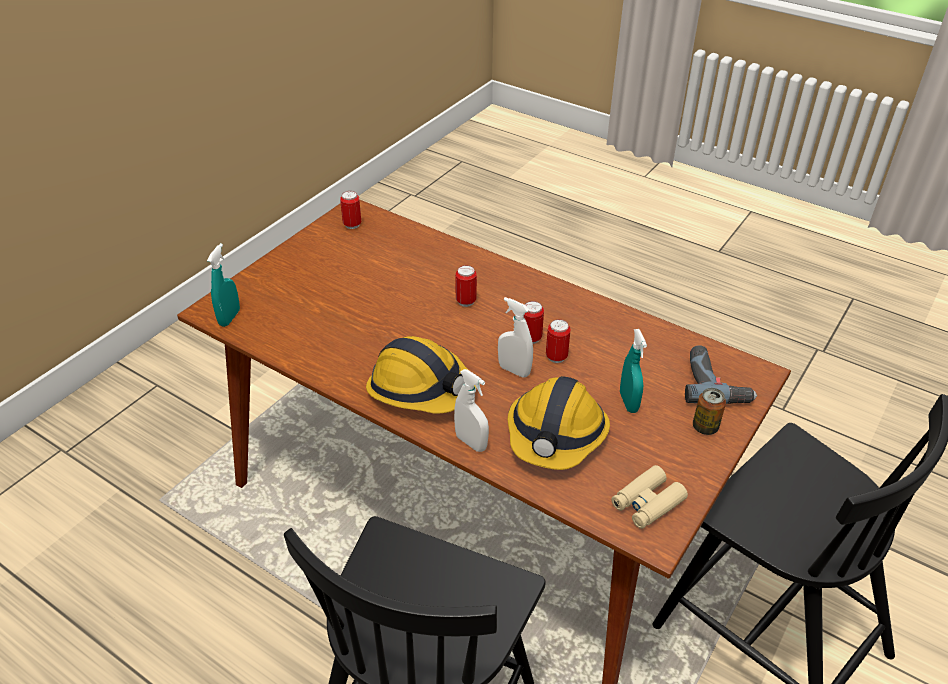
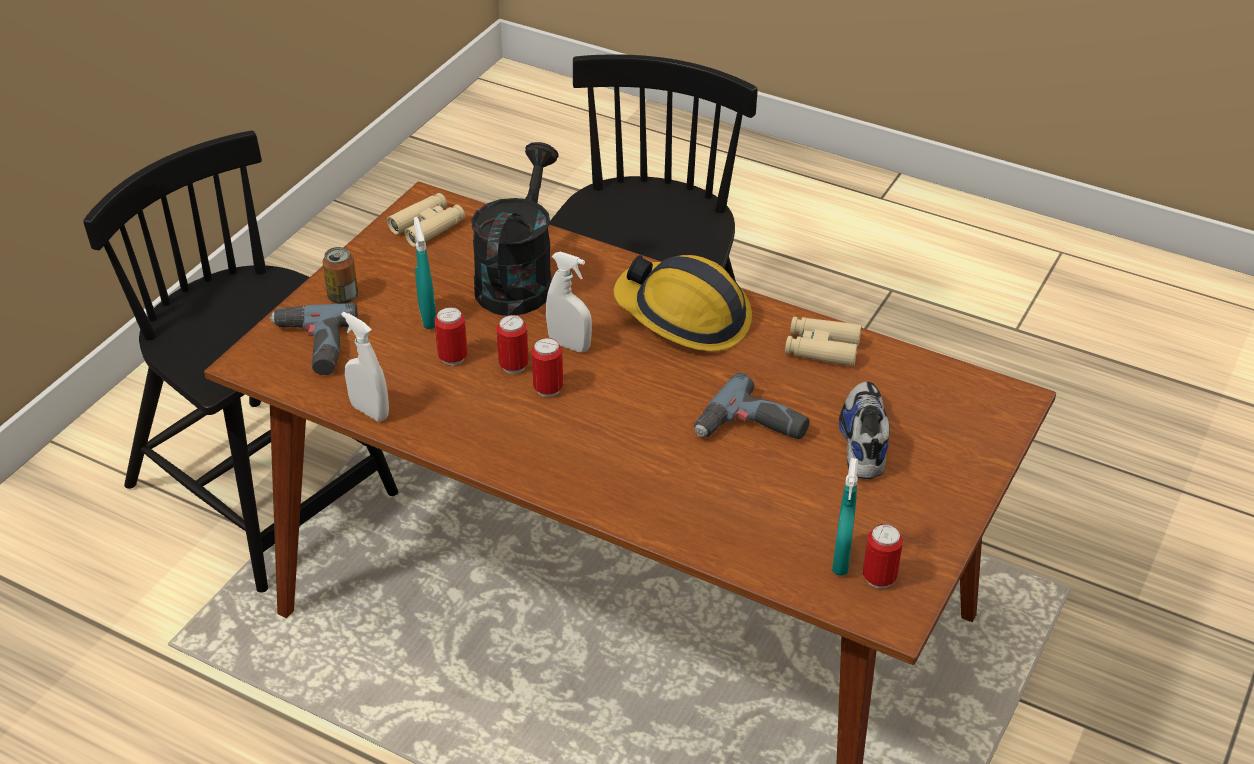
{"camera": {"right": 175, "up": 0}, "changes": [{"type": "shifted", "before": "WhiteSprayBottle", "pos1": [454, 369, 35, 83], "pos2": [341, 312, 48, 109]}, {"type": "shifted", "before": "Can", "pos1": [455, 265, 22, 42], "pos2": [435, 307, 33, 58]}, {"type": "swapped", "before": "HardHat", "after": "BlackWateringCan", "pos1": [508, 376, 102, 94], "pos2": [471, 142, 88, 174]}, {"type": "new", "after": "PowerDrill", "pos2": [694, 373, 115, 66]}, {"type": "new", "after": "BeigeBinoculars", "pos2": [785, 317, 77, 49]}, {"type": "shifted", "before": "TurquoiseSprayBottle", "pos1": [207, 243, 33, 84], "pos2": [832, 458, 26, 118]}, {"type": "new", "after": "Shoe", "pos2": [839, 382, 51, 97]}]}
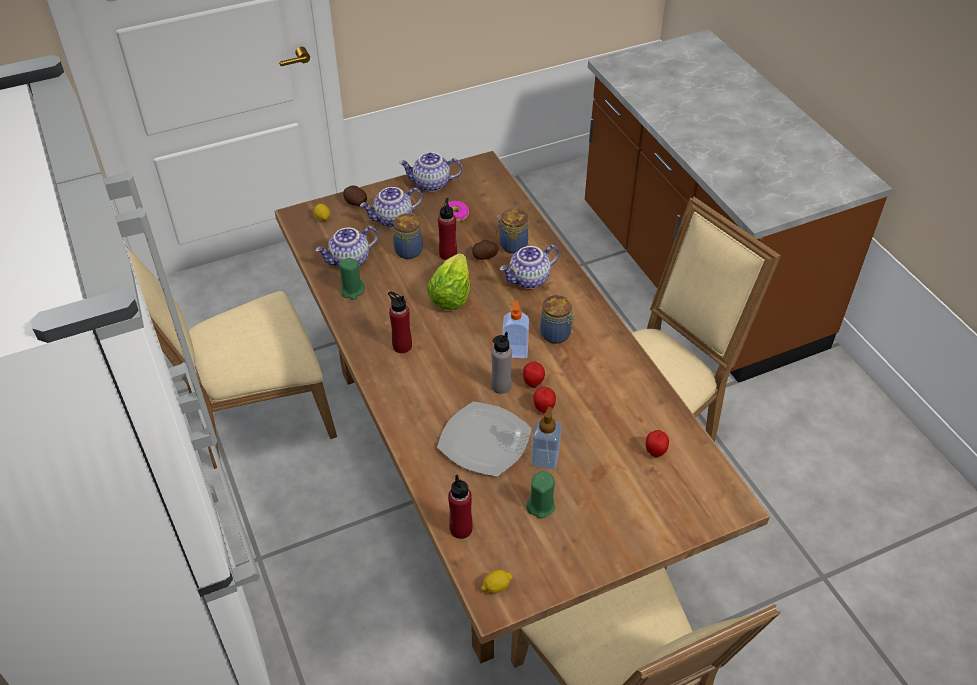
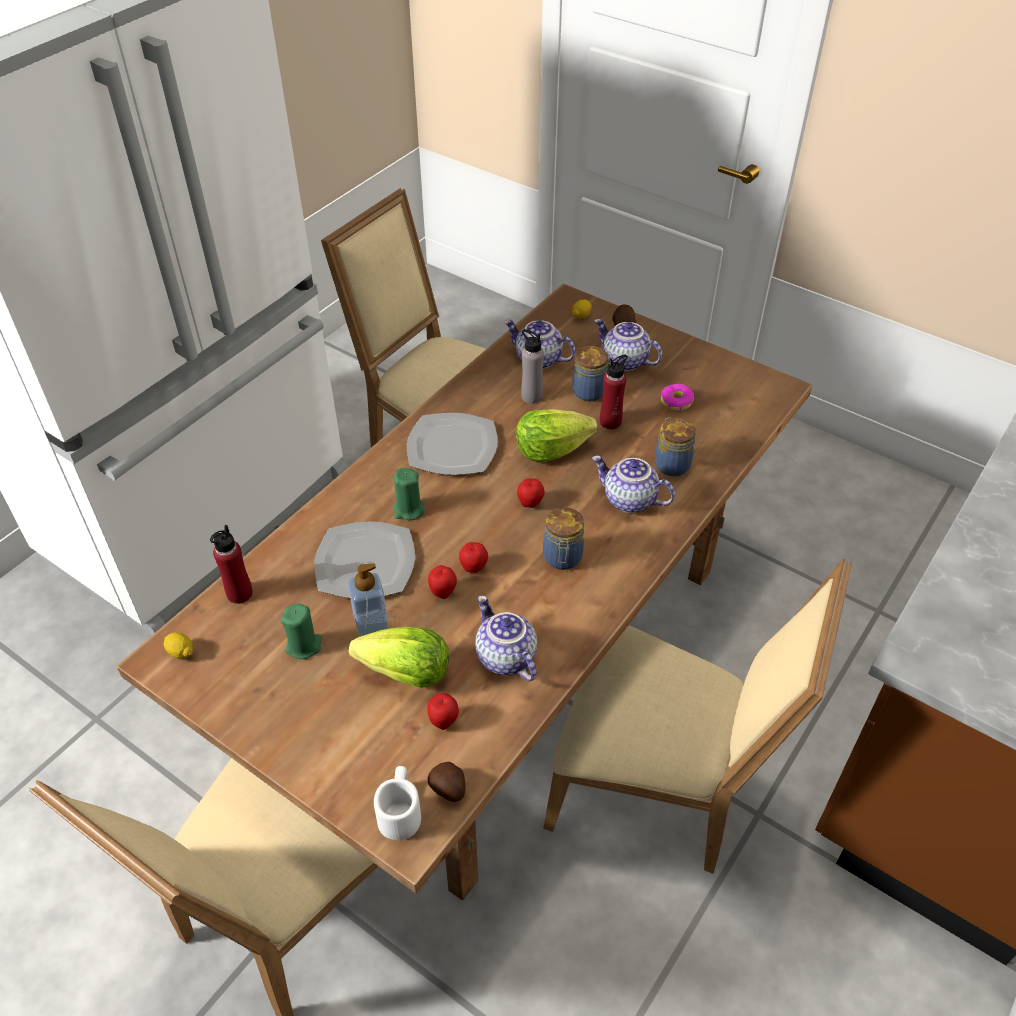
{"camera": {"right": 60, "up": 0}, "changes": [{"type": "new", "after": "Lettuce", "pos2": [349, 627, 100, 61]}, {"type": "new", "after": "WhiteMug", "pos2": [374, 766, 47, 74]}, {"type": "shifted", "before": "GreenCandle", "pos1": [339, 258, 26, 42], "pos2": [393, 468, 32, 52]}, {"type": "swapped", "before": "RedBottle", "after": "Plate", "pos1": [388, 292, 24, 61], "pos2": [407, 413, 91, 62]}, {"type": "shifted", "before": "Potato", "pos1": [472, 240, 26, 20], "pos2": [427, 762, 39, 40]}, {"type": "shifted", "before": "Teapot", "pos1": [399, 152, 64, 40], "pos2": [475, 595, 62, 86]}, {"type": "new", "after": "Apple", "pos2": [517, 478, 28, 30]}, {"type": "shifted", "before": "GreyBottle", "pos1": [491, 332, 21, 62], "pos2": [521, 329, 23, 75]}, {"type": "gone", "before": "SoapDispenser", "pos1": [503, 300, 26, 58]}]}
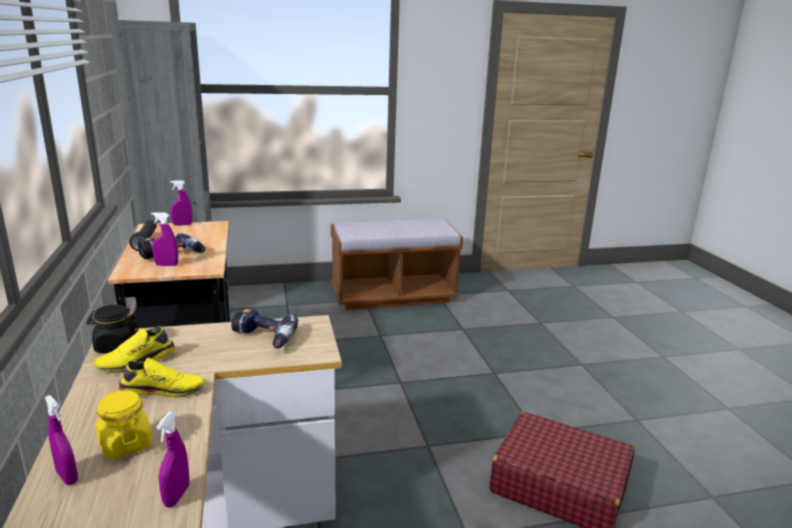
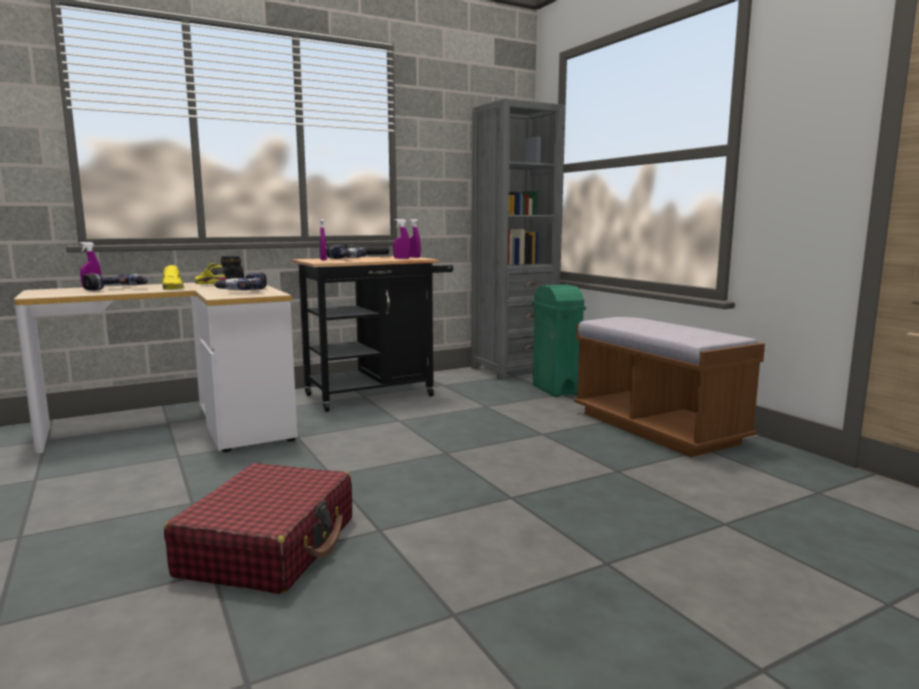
{"camera": {"right": 75, "up": -10}, "changes": [{"type": "swapped", "before": "YellowJar", "after": "PowerDrill", "pos1": [95, 390, 58, 70], "pos2": [83, 273, 65, 18]}, {"type": "shifted", "before": "PurpleSprayBottle", "pos1": [156, 412, 33, 95], "pos2": [393, 219, 17, 40]}, {"type": "new", "after": "GreenTrashCan", "pos2": [532, 285, 54, 112]}]}
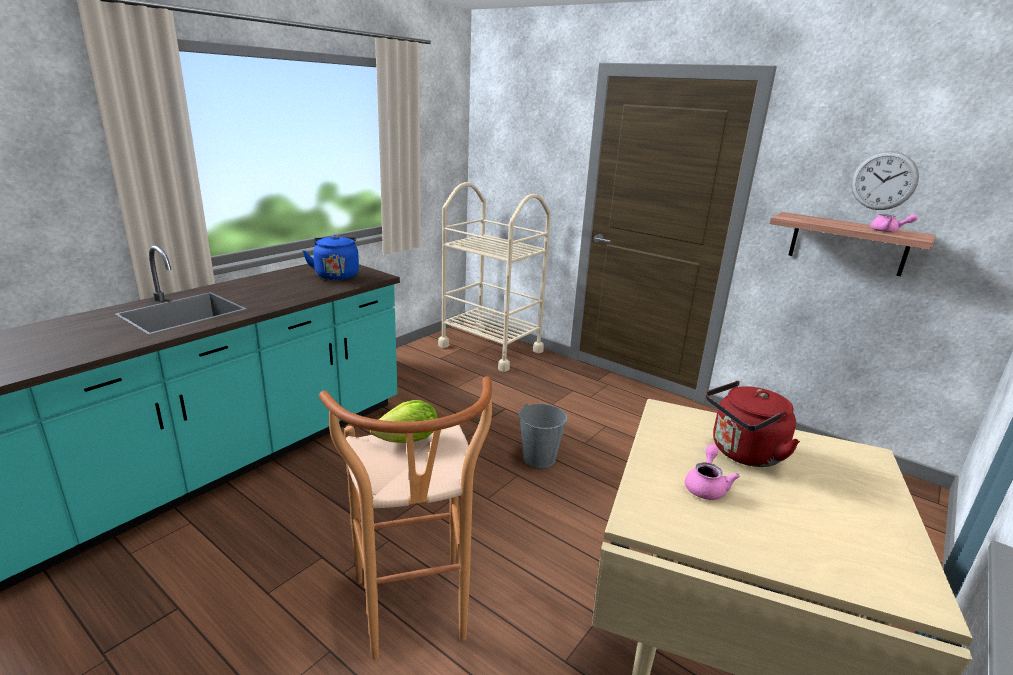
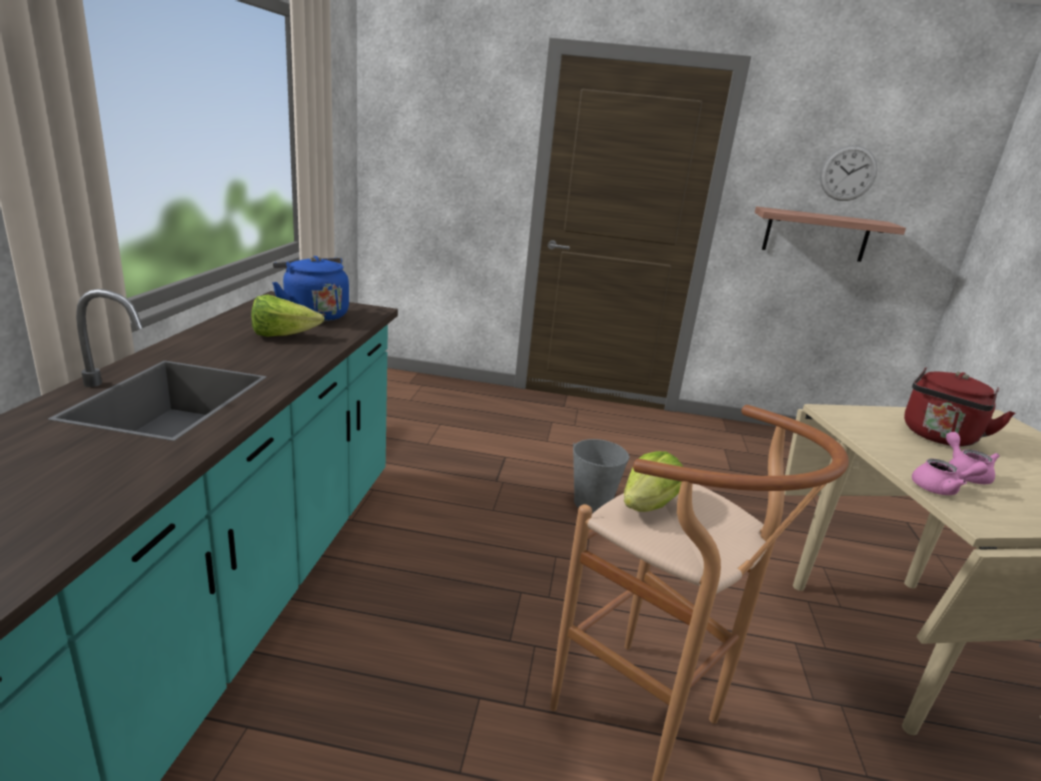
{"camera": {"right": -30, "up": 0}, "changes": [{"type": "new", "after": "Lettuce", "pos2": [251, 295, 74, 42]}, {"type": "shifted", "before": "PinkTeapot", "pos1": [870, 214, 48, 18], "pos2": [912, 459, 76, 36]}, {"type": "gone", "before": "BeigeCart", "pos1": [438, 182, 113, 190]}]}
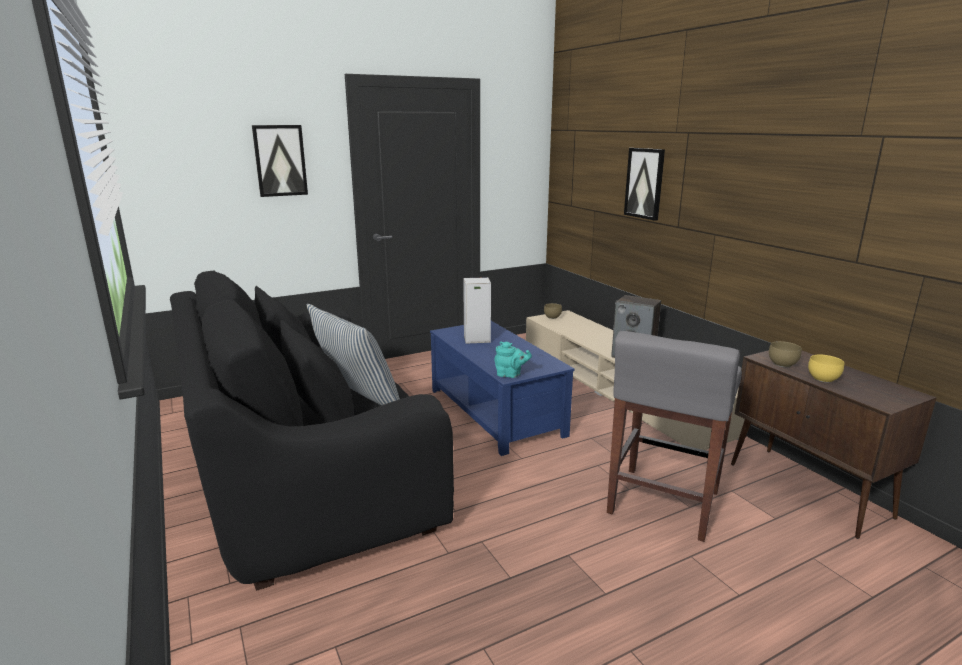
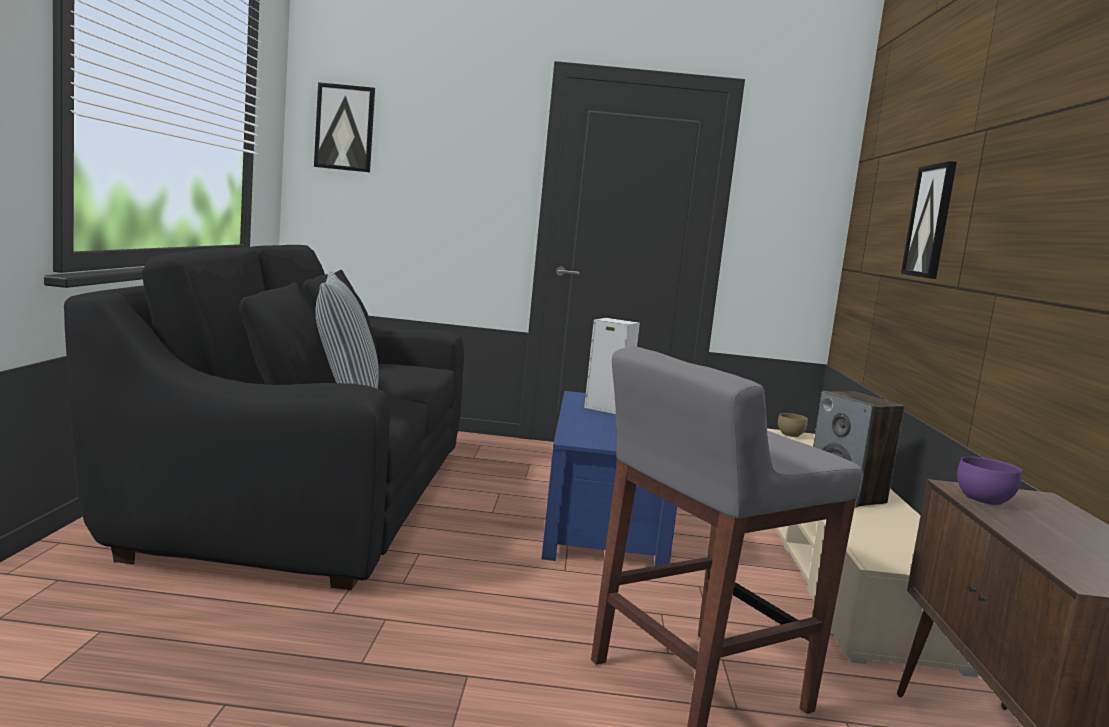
{"camera": {"right": 30, "up": -10}, "changes": [{"type": "shifted", "before": "Picture", "pos1": [252, 125, 56, 72], "pos2": [314, 82, 61, 90]}, {"type": "repainted", "before": "BrownBowl", "after": "PurpleBowl", "pos1": [769, 341, 33, 26], "pos2": [957, 456, 65, 50]}, {"type": "gone", "before": "TurquoiseTeapot", "pos1": [494, 341, 38, 37]}, {"type": "gone", "before": "YellowBowl", "pos1": [808, 355, 36, 28]}]}
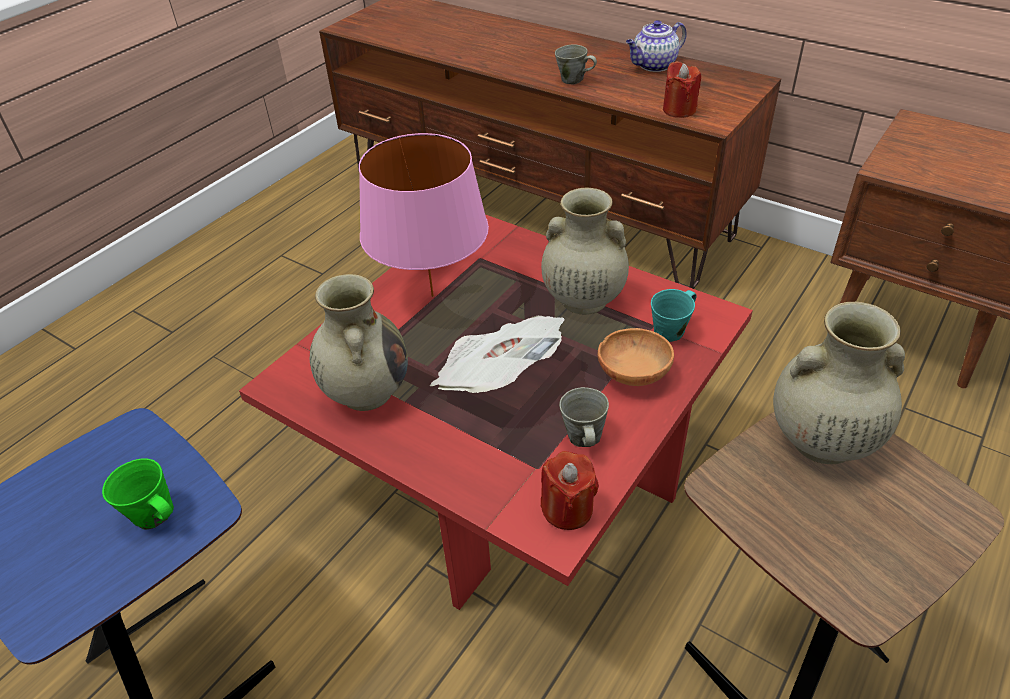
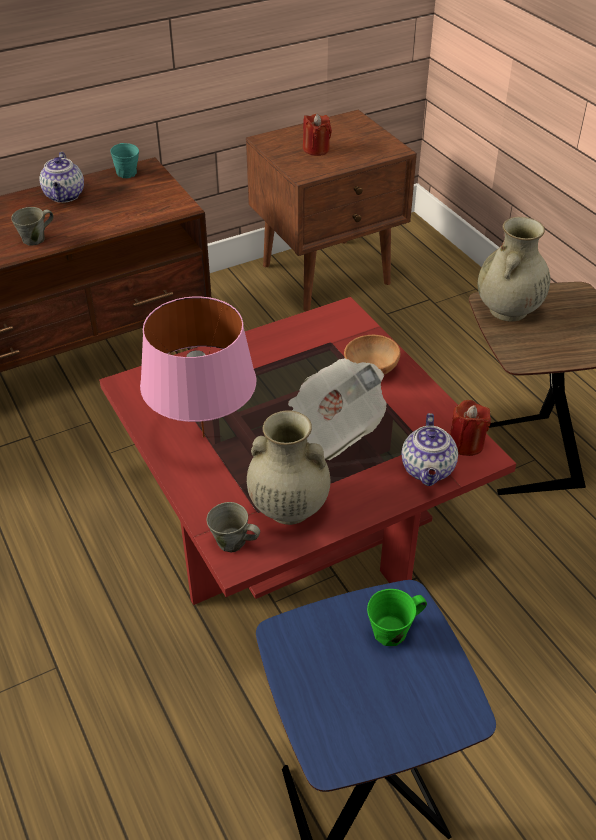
{"camera": {"right": -65, "up": 0}, "changes": [{"type": "shifted", "before": "TurquoiseMug", "pos1": [651, 289, 46, 53], "pos2": [110, 143, 29, 35]}, {"type": "shifted", "before": "GreyMug", "pos1": [559, 387, 50, 60], "pos2": [207, 502, 53, 51]}, {"type": "shifted", "before": "RedCandle", "pos1": [663, 61, 38, 57], "pos2": [303, 114, 29, 42]}, {"type": "new", "after": "Teapot", "pos2": [401, 413, 57, 73]}, {"type": "gone", "before": "BeigeVase", "pos1": [541, 187, 88, 128]}]}
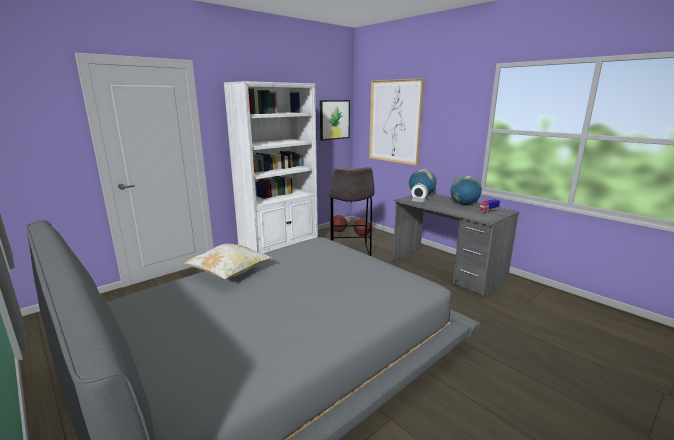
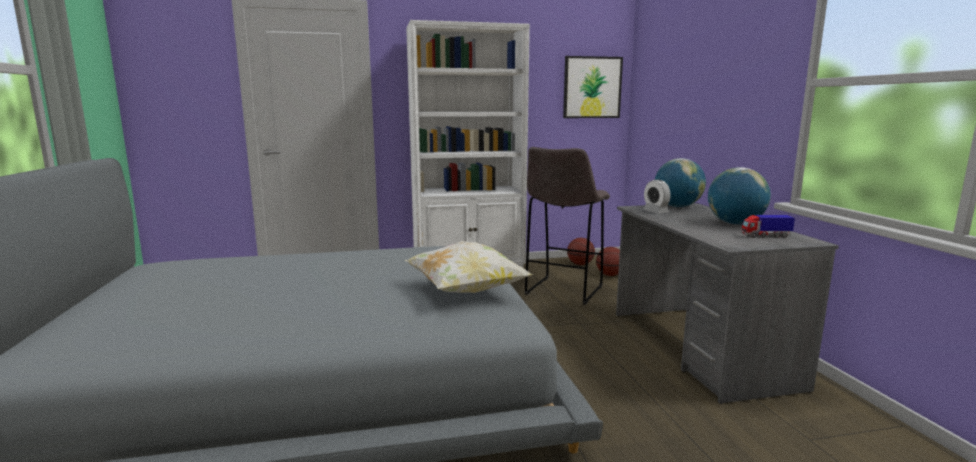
{"camera": {"right": 30, "up": -5}, "changes": [{"type": "shifted", "before": "Pillow", "pos1": [185, 243, 87, 36], "pos2": [404, 241, 129, 52]}, {"type": "gone", "before": "Picture", "pos1": [369, 78, 55, 88]}]}
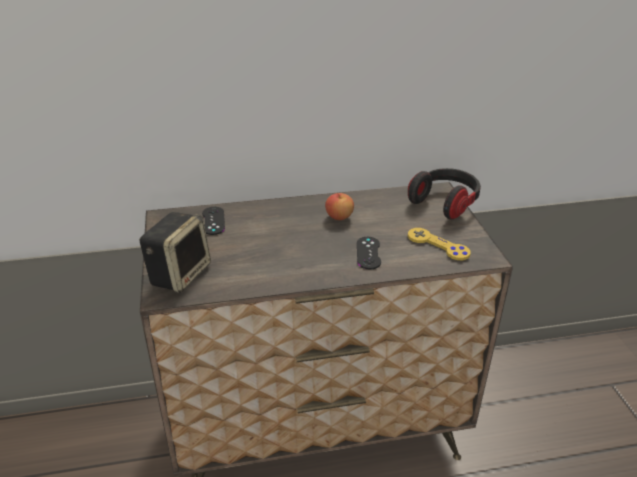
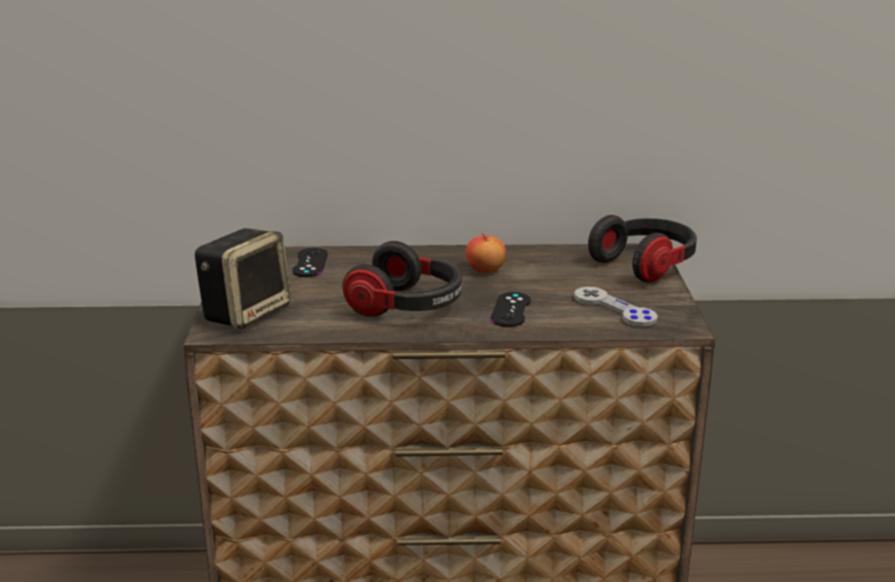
{"camera": {"right": 10, "up": -10}, "changes": [{"type": "new", "after": "Headphones", "pos2": [342, 241, 120, 76]}, {"type": "repainted", "before": "YellowGameController", "after": "GreyGameController", "pos1": [408, 228, 63, 32], "pos2": [574, 287, 84, 40]}]}
